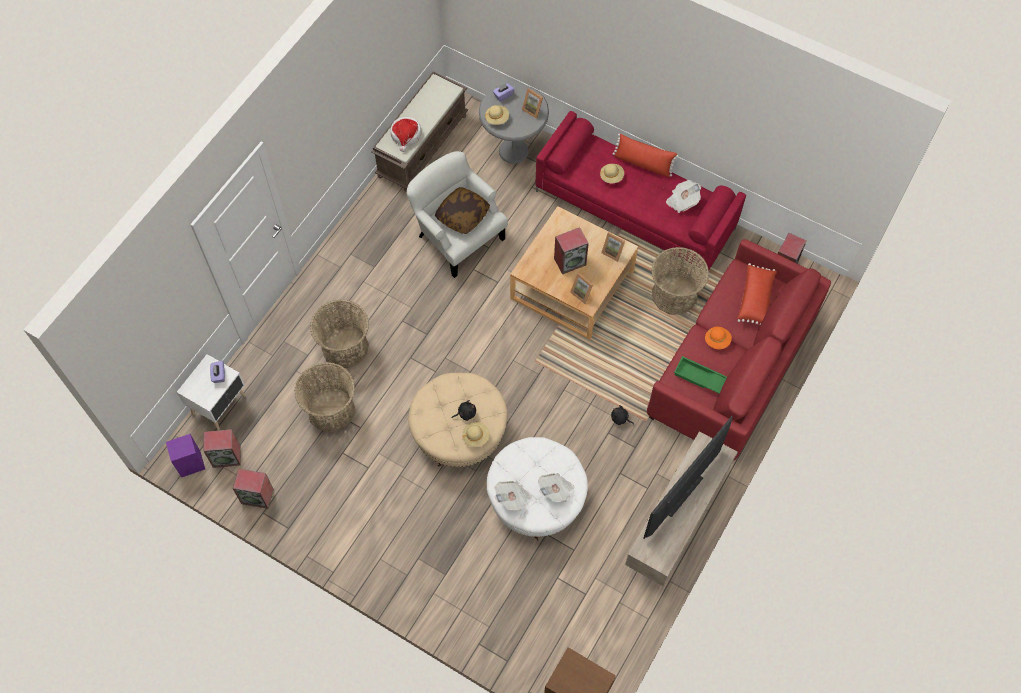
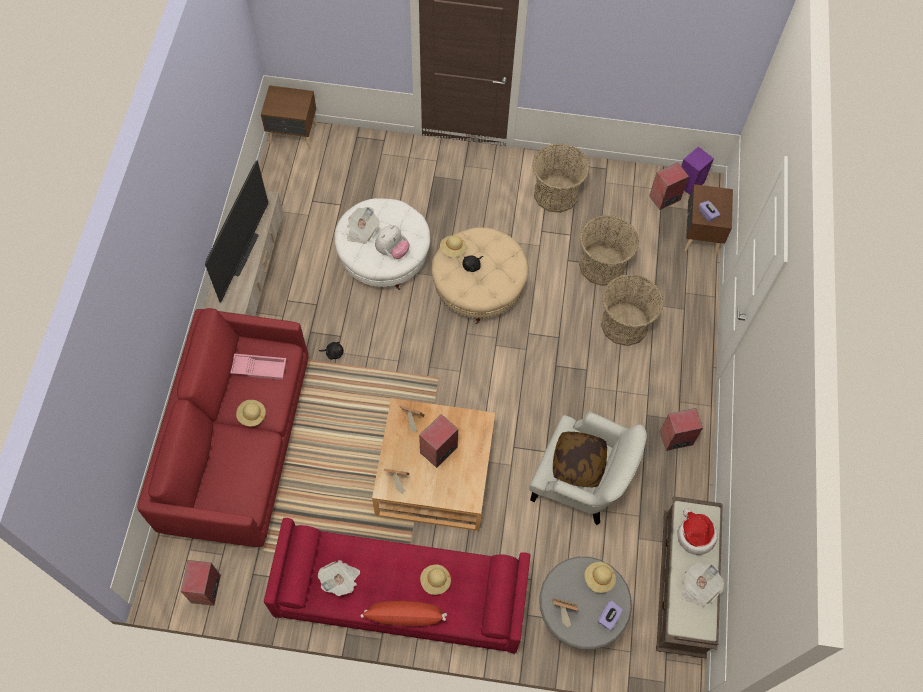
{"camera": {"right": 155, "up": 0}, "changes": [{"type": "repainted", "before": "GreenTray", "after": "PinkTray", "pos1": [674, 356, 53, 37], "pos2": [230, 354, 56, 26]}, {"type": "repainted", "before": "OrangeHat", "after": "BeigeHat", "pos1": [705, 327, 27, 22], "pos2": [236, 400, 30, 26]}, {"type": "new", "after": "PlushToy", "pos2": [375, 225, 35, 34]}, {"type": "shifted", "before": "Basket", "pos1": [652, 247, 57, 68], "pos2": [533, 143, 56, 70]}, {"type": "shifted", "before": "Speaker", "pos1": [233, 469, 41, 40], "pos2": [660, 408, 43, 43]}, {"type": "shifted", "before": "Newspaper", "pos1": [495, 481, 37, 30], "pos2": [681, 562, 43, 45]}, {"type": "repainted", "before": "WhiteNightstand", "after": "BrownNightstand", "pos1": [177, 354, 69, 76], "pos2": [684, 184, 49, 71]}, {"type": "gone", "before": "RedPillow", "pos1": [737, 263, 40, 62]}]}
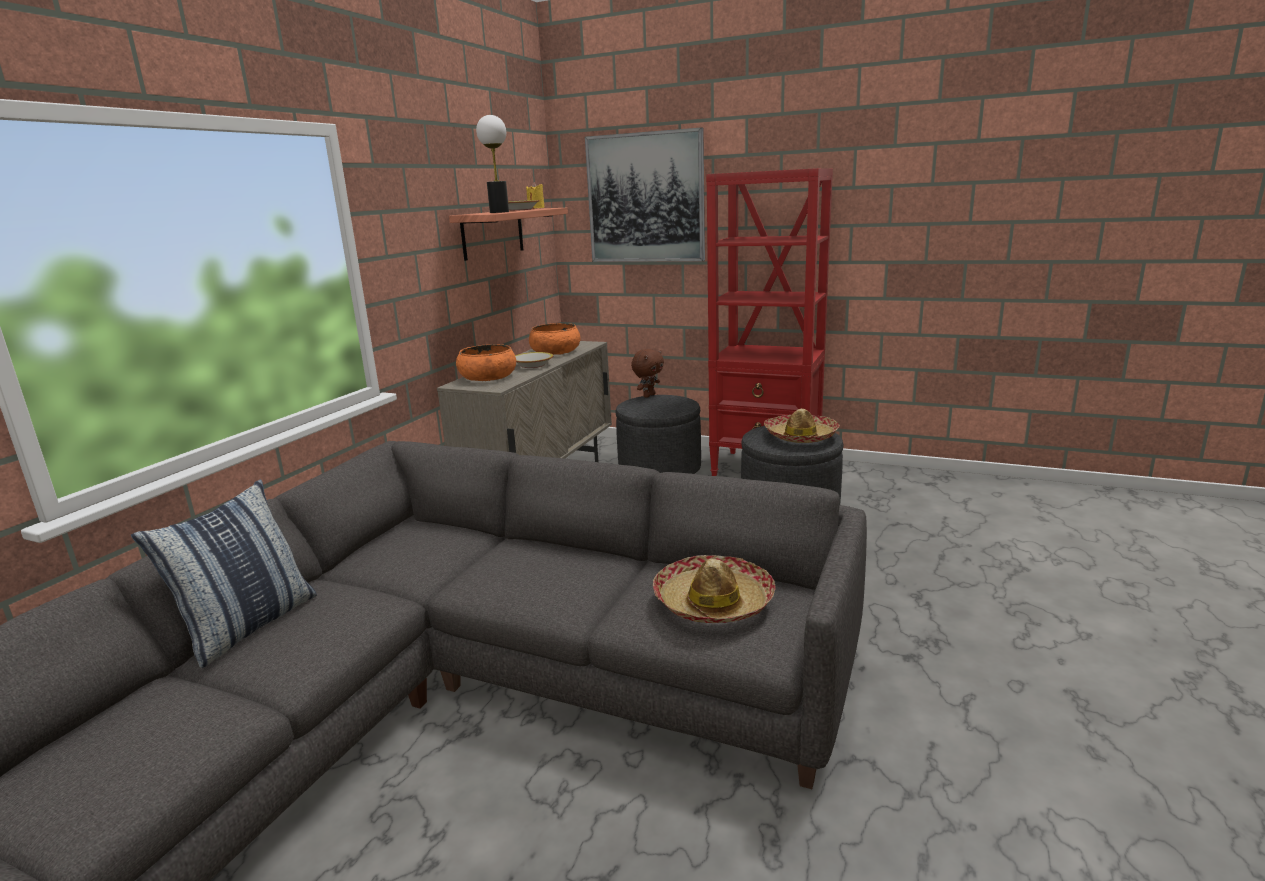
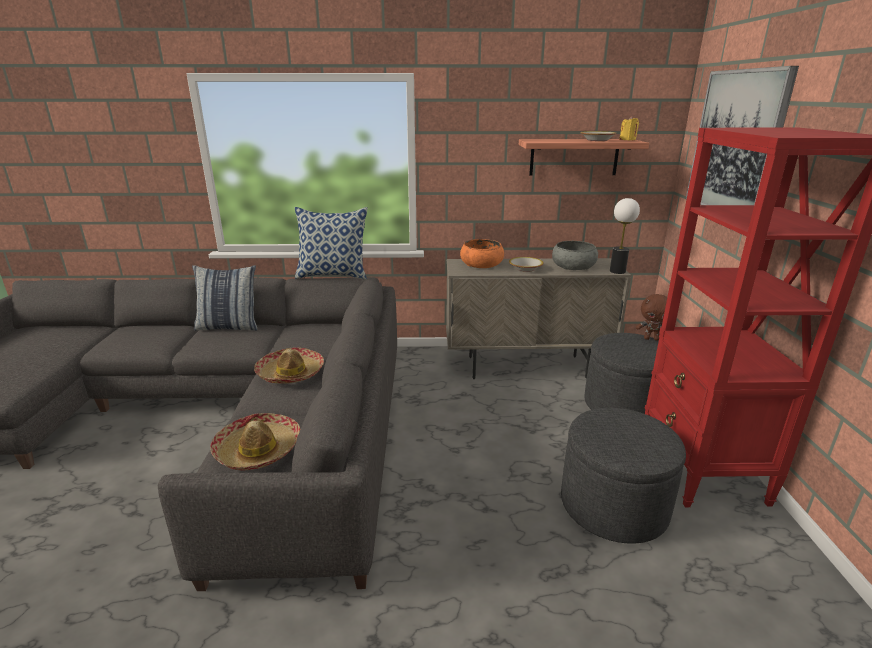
{"camera": {"right": 65, "up": 5}, "changes": [{"type": "shifted", "before": "Hat", "pos1": [764, 409, 76, 34], "pos2": [254, 347, 70, 37]}, {"type": "new", "after": "Pillow", "pos2": [295, 207, 73, 73]}, {"type": "repainted", "before": "OrangeBowl", "after": "GreyBowl", "pos1": [529, 323, 52, 32], "pos2": [552, 241, 46, 29]}, {"type": "shifted", "before": "TableLamp", "pos1": [476, 115, 33, 98], "pos2": [610, 198, 30, 76]}]}
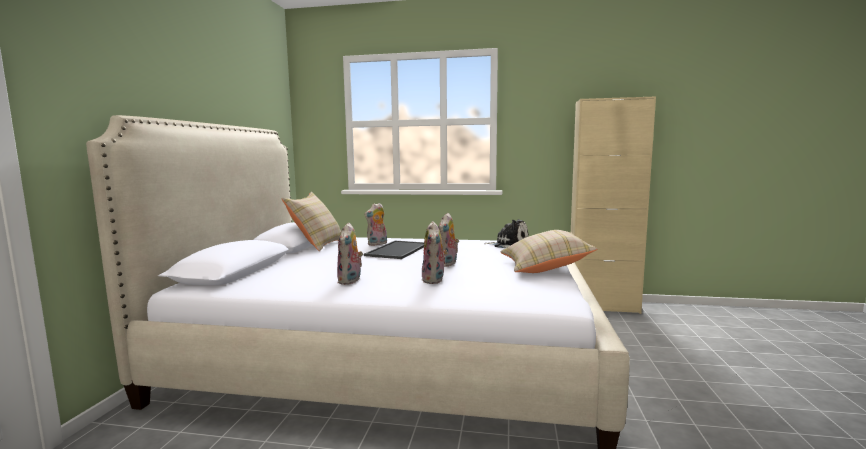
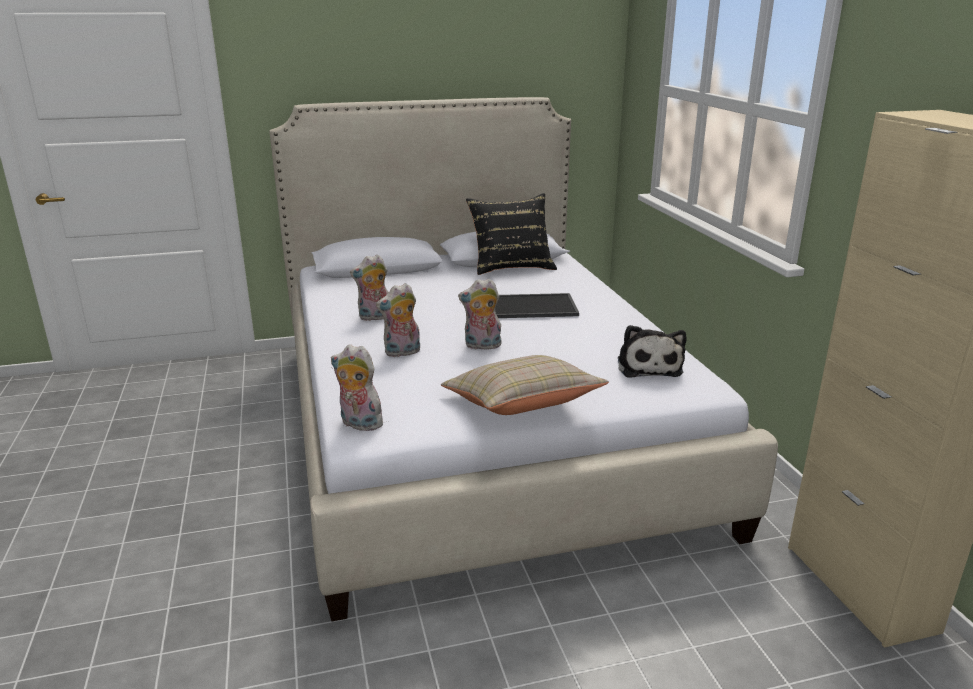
{"camera": {"right": 65, "up": 15}, "changes": [{"type": "shifted", "before": "PlushToy", "pos1": [364, 203, 23, 43], "pos2": [331, 344, 52, 87]}, {"type": "repainted", "before": "BeigePillow", "after": "BlackPillow", "pos1": [281, 192, 60, 60], "pos2": [466, 193, 91, 82]}]}
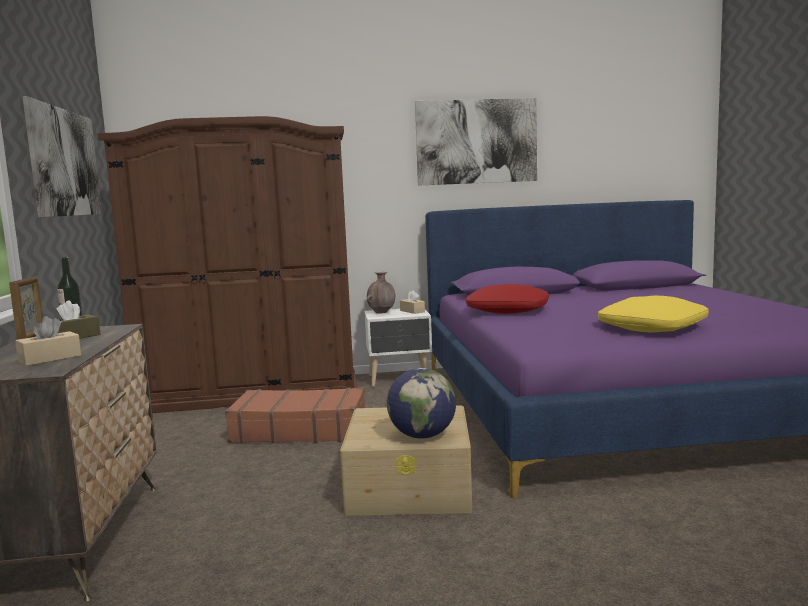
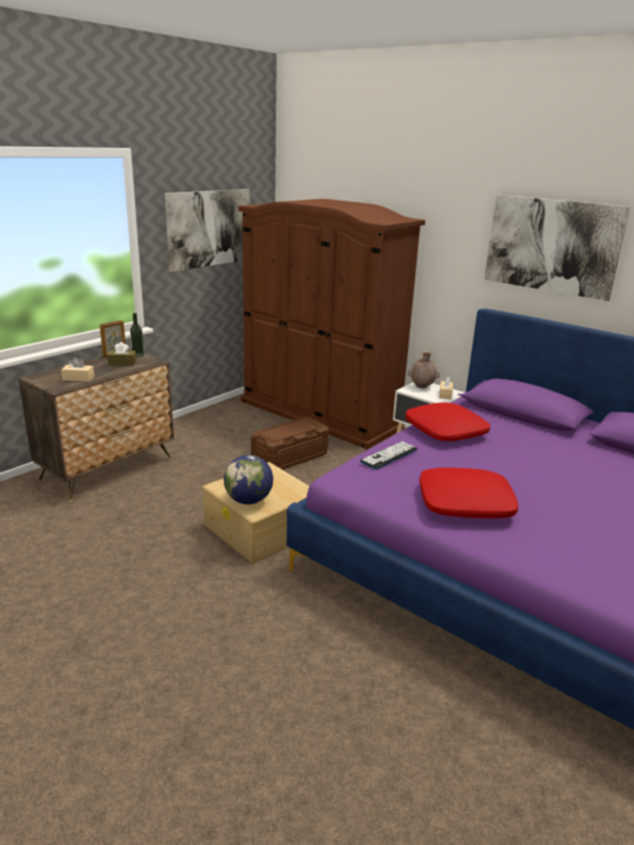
{"camera": {"right": 45, "up": 15}, "changes": [{"type": "swapped", "before": "BrownSuitcase", "after": "BrownStorageBox", "pos1": [225, 387, 140, 56], "pos2": [251, 417, 78, 52]}, {"type": "new", "after": "Keyboard", "pos2": [360, 441, 57, 28]}, {"type": "repainted", "before": "YellowPillow", "after": "RedPillow", "pos1": [598, 295, 111, 38], "pos2": [419, 468, 99, 50]}]}
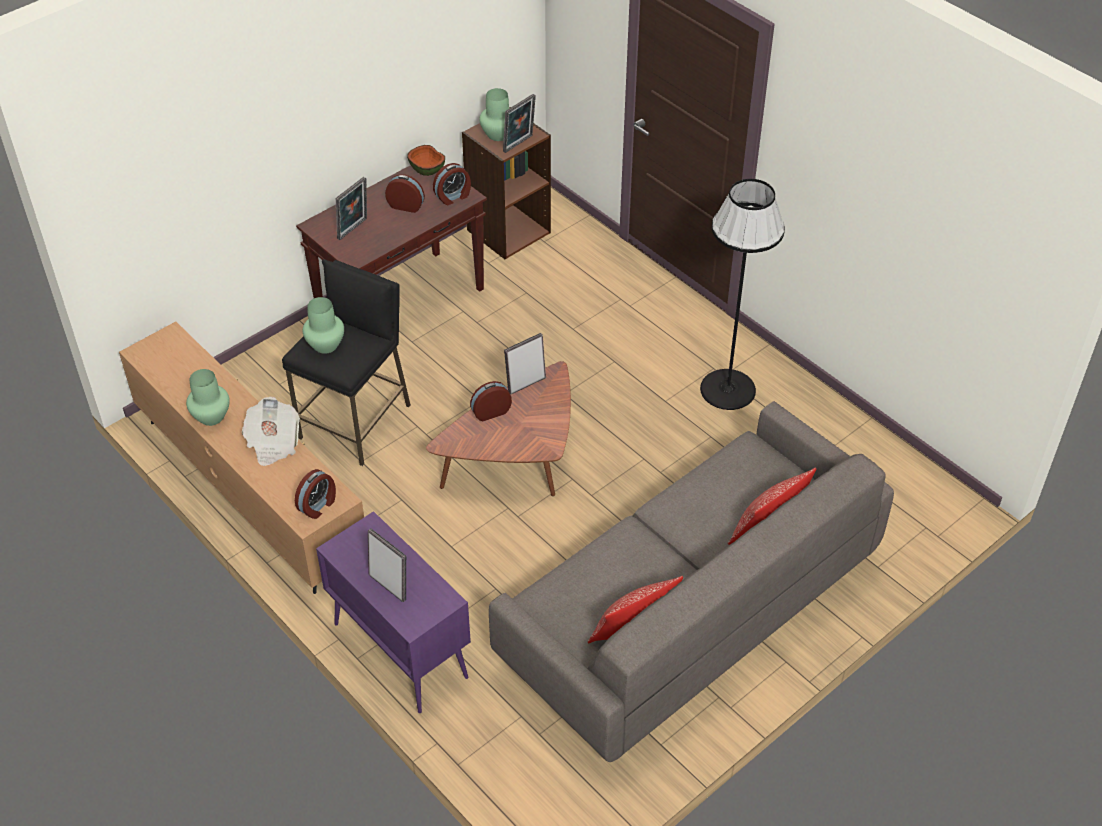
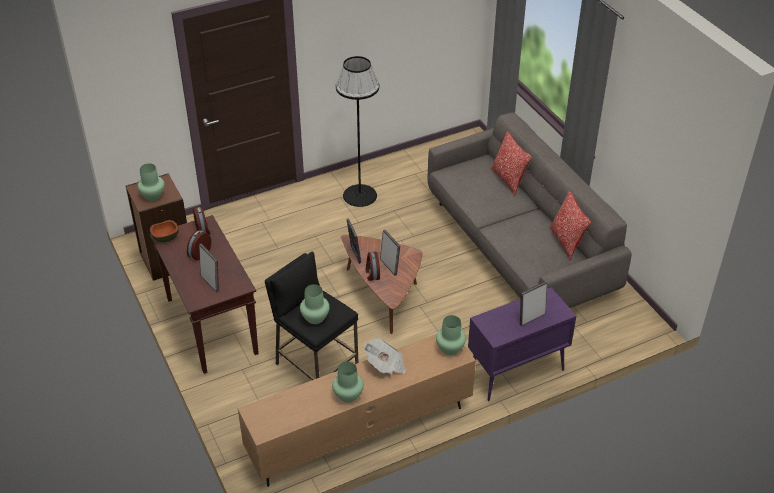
{"camera": {"right": -75, "up": -5}, "changes": [{"type": "shifted", "before": "PictureFrame", "pos1": [503, 94, 33, 59], "pos2": [380, 230, 20, 46]}, {"type": "swapped", "before": "AlarmClock", "after": "GreenVase", "pos1": [295, 469, 41, 50], "pos2": [436, 315, 30, 40]}]}
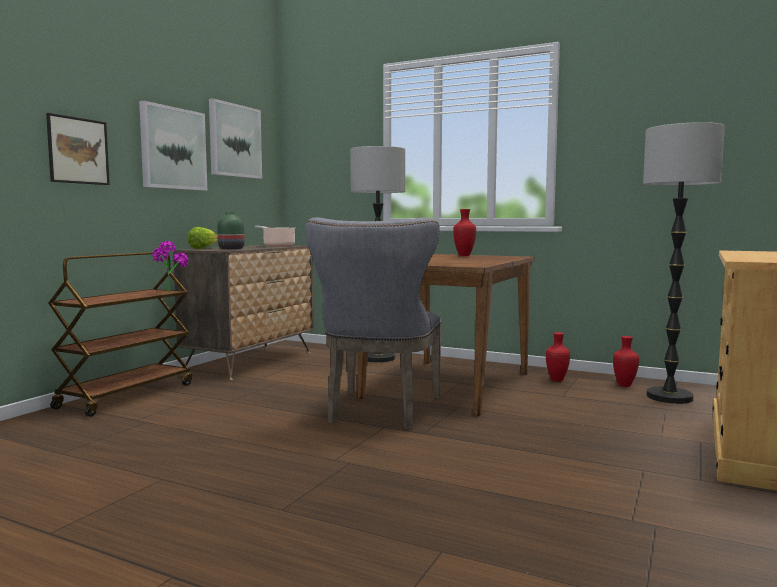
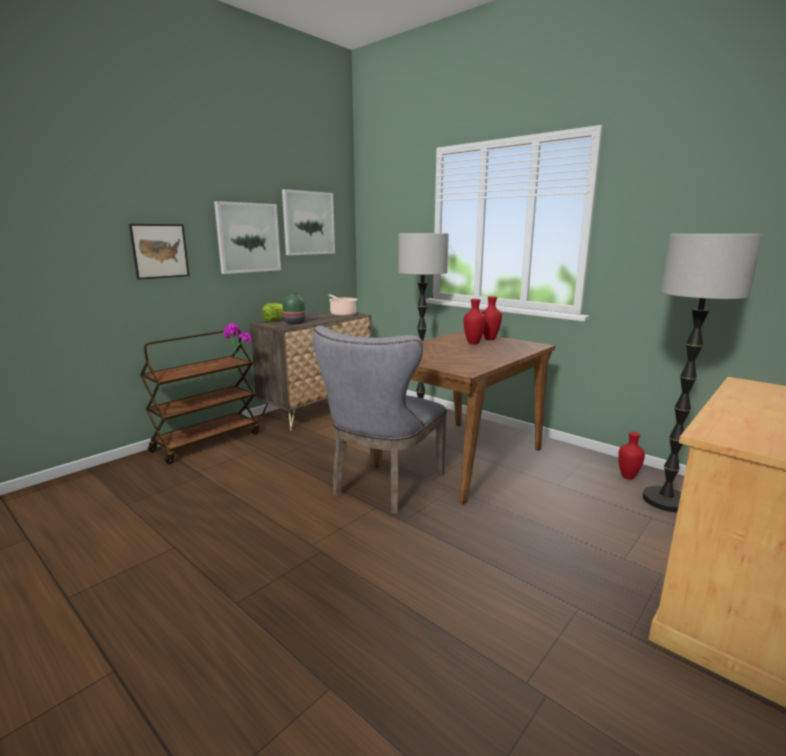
{"camera": {"right": 15, "up": 10}, "changes": [{"type": "shifted", "before": "RedVase", "pos1": [546, 332, 24, 50], "pos2": [464, 299, 22, 45]}]}
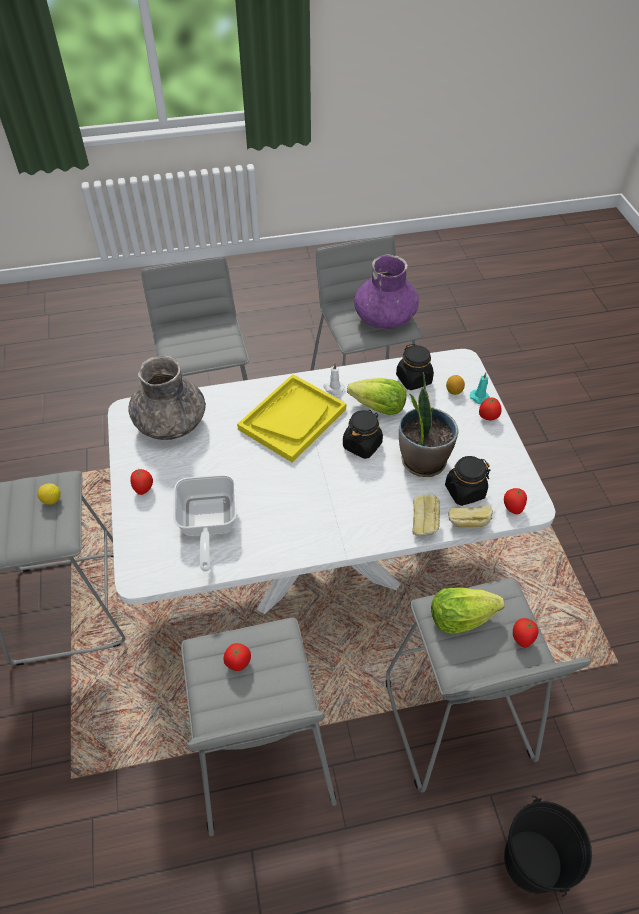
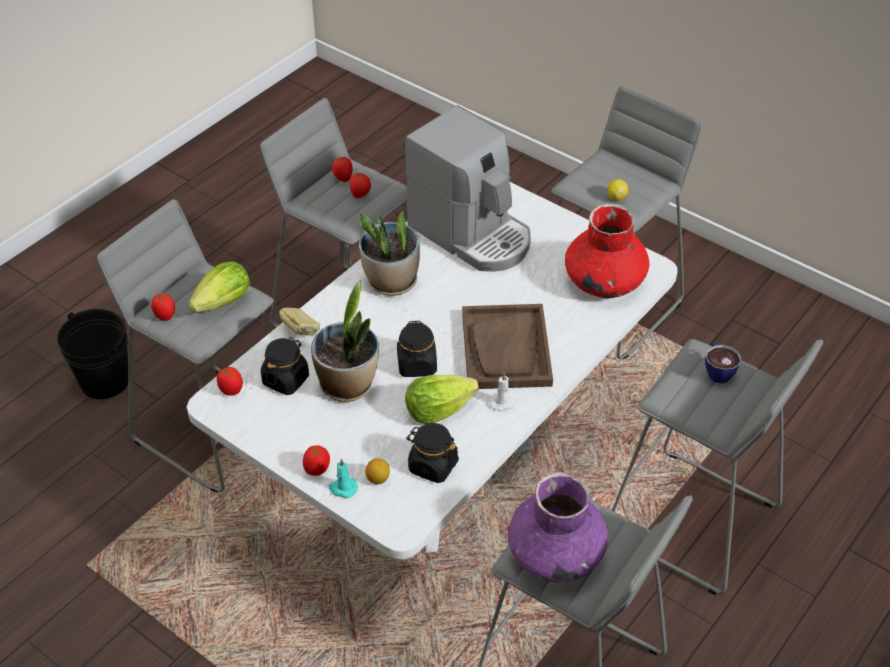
{"camera": {"right": 140, "up": -5}, "changes": [{"type": "shifted", "before": "Tomato", "pos1": [130, 469, 23, 26], "pos2": [332, 157, 21, 25]}, {"type": "new", "after": "PottedPlant", "pos2": [359, 211, 61, 85]}, {"type": "swapped", "before": "FryingPan", "after": "CoffeeMachine", "pos1": [173, 475, 64, 97], "pos2": [405, 105, 126, 167]}, {"type": "repainted", "before": "YellowTray", "after": "BrownTray", "pos1": [237, 374, 109, 89], "pos2": [462, 304, 91, 85]}, {"type": "repainted", "before": "GreyVase", "after": "RedVase", "pos1": [128, 356, 78, 84], "pos2": [565, 204, 85, 94]}, {"type": "new", "after": "Cup", "pos2": [705, 343, 36, 40]}, {"type": "gone", "before": "Bread", "pos1": [448, 506, 45, 22]}]}
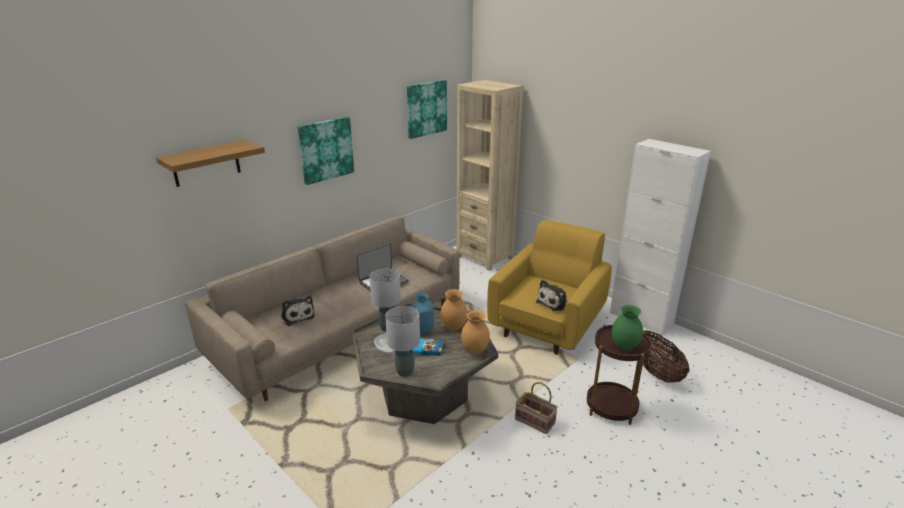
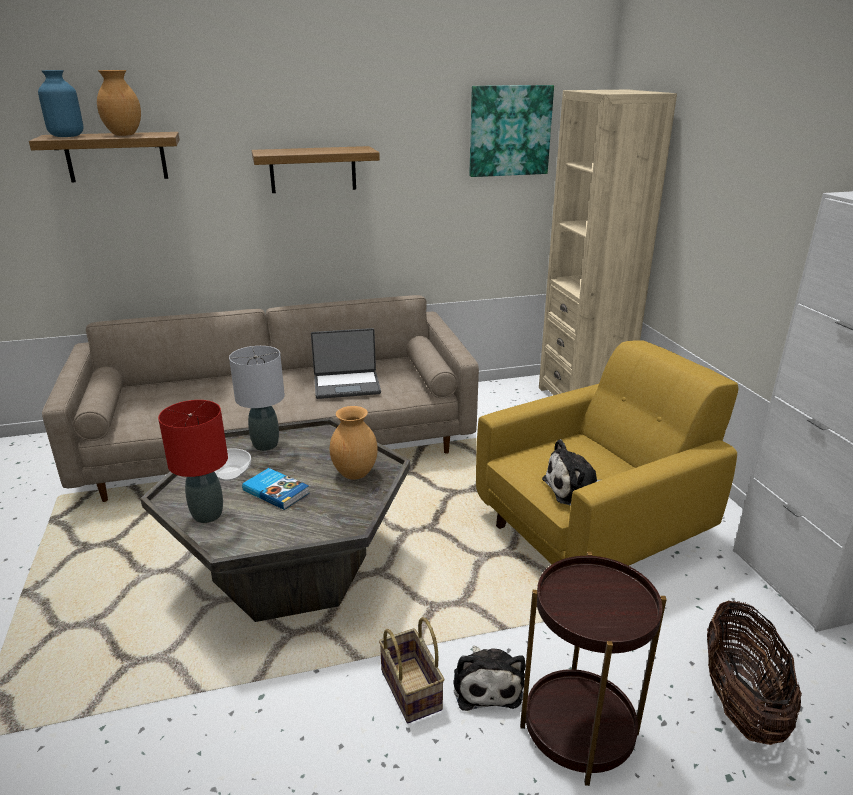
{"camera": {"right": 30, "up": 0}, "changes": [{"type": "shifted", "before": "BlueVase", "pos1": [411, 293, 23, 41], "pos2": [38, 70, 46, 67]}, {"type": "shifted", "before": "BrownVase", "pos1": [461, 310, 29, 44], "pos2": [97, 70, 44, 66]}, {"type": "repainted", "before": "GreyTableLamp", "after": "RedTableLamp", "pos1": [385, 306, 35, 71], "pos2": [158, 400, 70, 123]}, {"type": "swapped", "before": "Picture", "after": "Shelf", "pos1": [298, 117, 56, 68], "pos2": [251, 146, 129, 47]}, {"type": "shifted", "before": "PlushToy", "pos1": [281, 296, 34, 30], "pos2": [454, 646, 71, 65]}, {"type": "gone", "before": "GreenVase", "pos1": [612, 305, 31, 46]}]}
